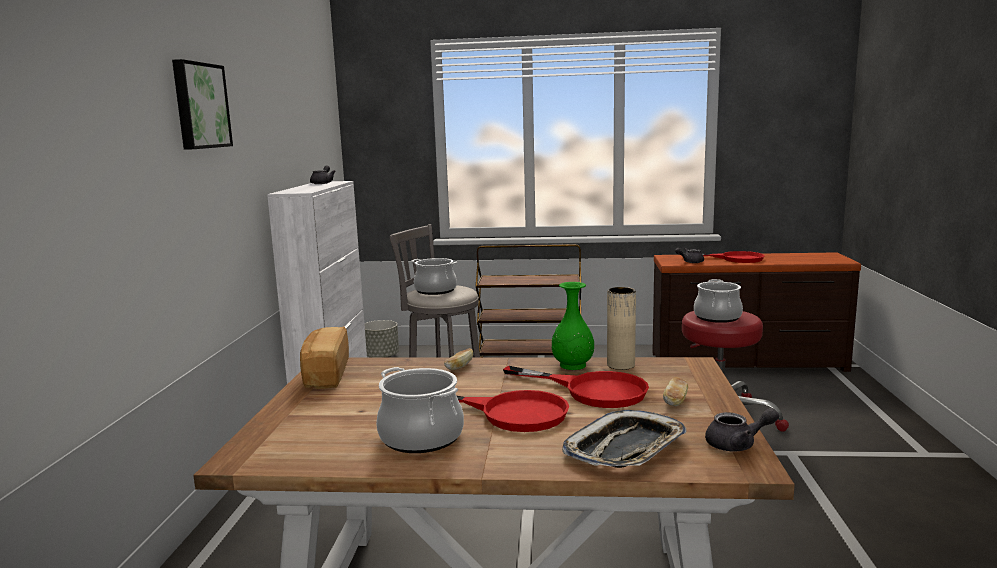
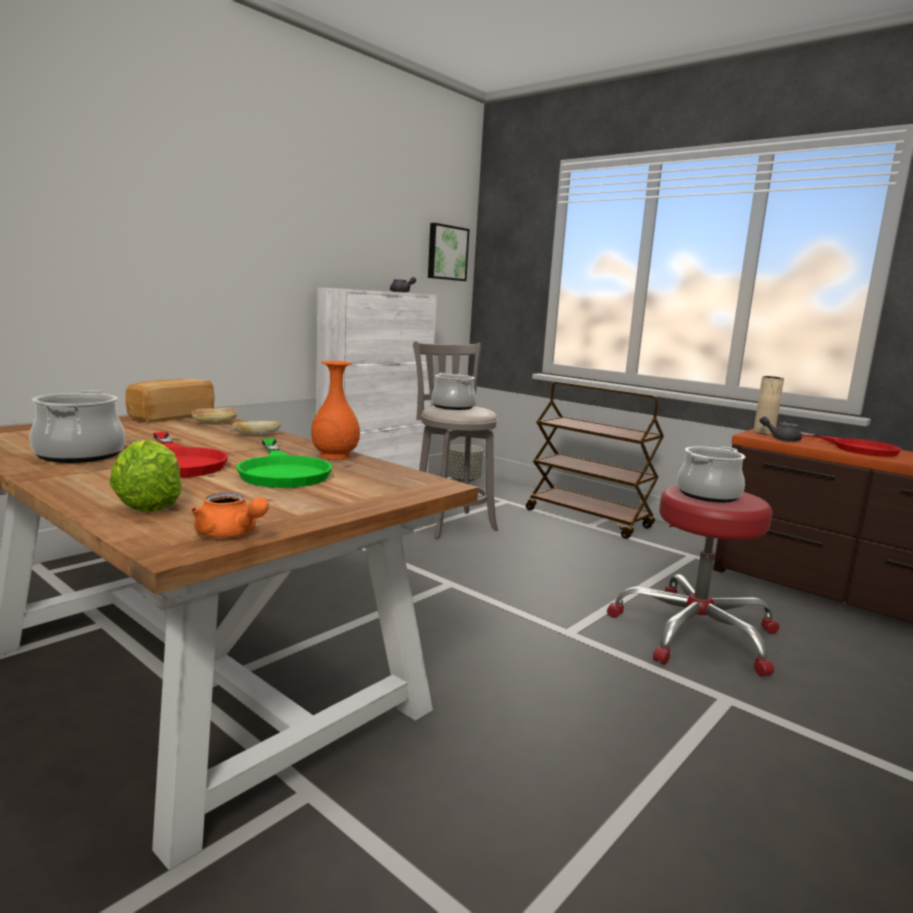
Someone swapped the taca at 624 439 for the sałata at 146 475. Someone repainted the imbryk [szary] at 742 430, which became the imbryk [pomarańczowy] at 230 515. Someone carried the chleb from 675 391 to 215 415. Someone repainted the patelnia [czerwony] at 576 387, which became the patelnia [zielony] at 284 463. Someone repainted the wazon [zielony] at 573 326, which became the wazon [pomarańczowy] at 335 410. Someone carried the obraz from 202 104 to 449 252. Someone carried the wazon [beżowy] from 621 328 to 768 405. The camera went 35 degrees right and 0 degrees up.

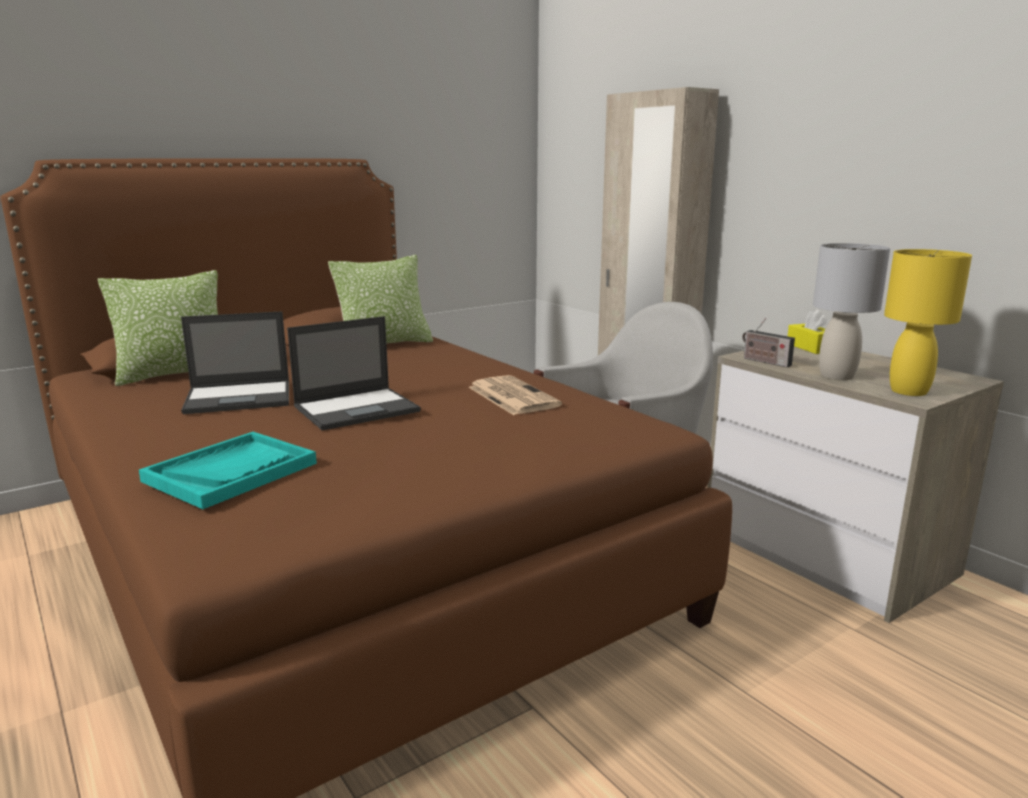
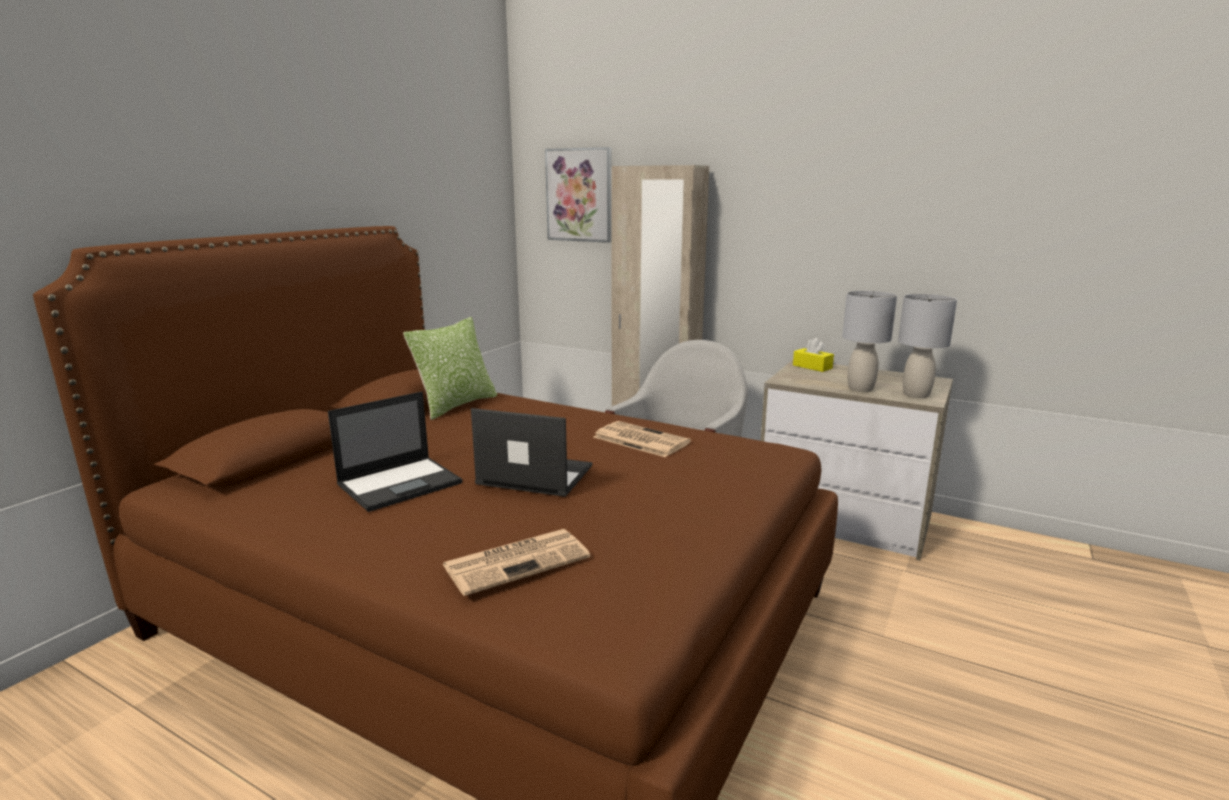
Someone swapped the taca [turkusowy] at 228 470 for the gazeta at 517 562. Someone rotated the laptop at 354 373 by 105 degrees counterclockwise. Someone put up the obraz at 578 195. Someone repainted the lampa stołowa [żółty] at 928 322, which became the lampa stołowa [szary] at 927 346. Someone took away the poduszka at 158 328. Someone took away the radio at 768 343. The camera went 25 degrees left and 0 degrees up.

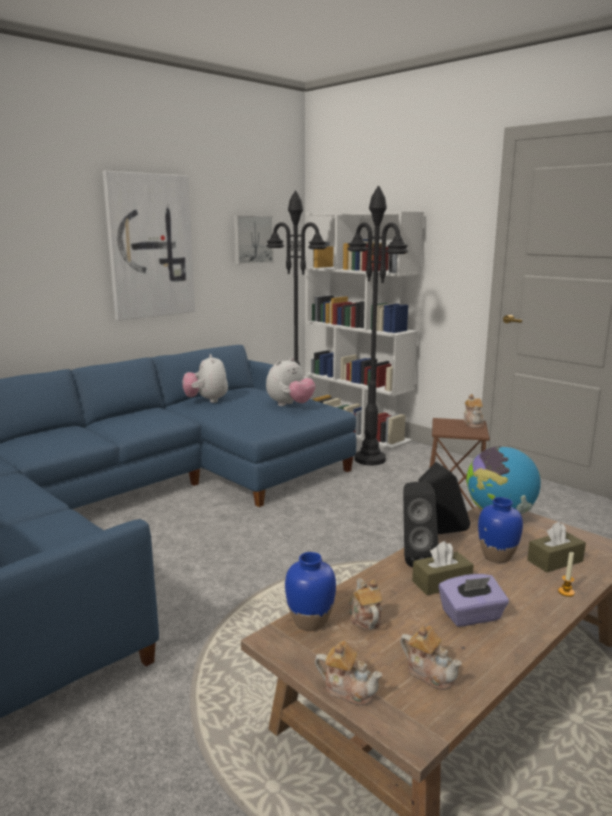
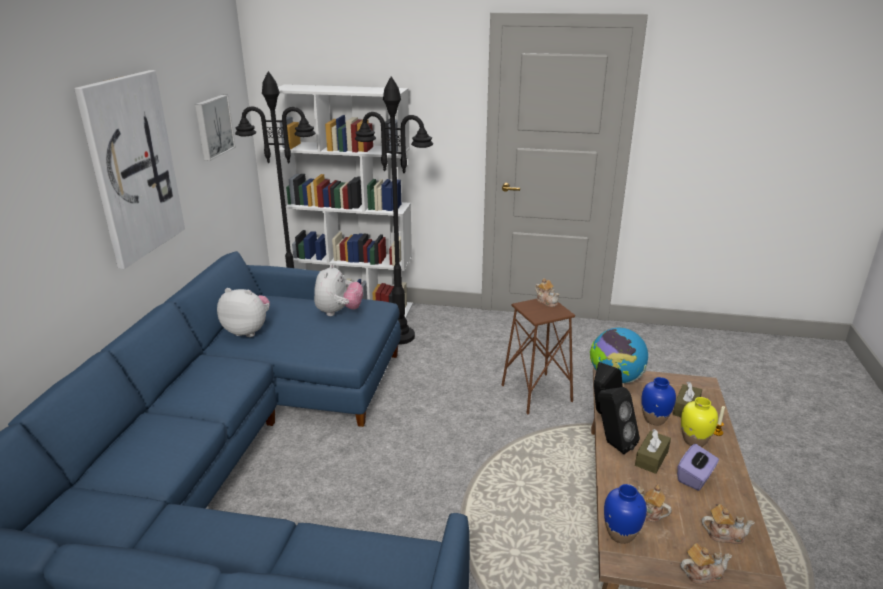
Someone rotated the pluszak at 205 378 by 150 degrees clockwise. Someone put down the wazon [żółty] at 699 422. The camera went 35 degrees left and 10 degrees up.

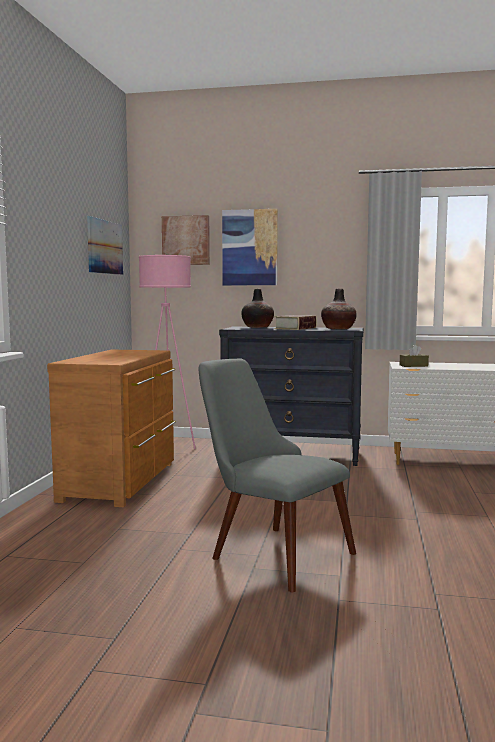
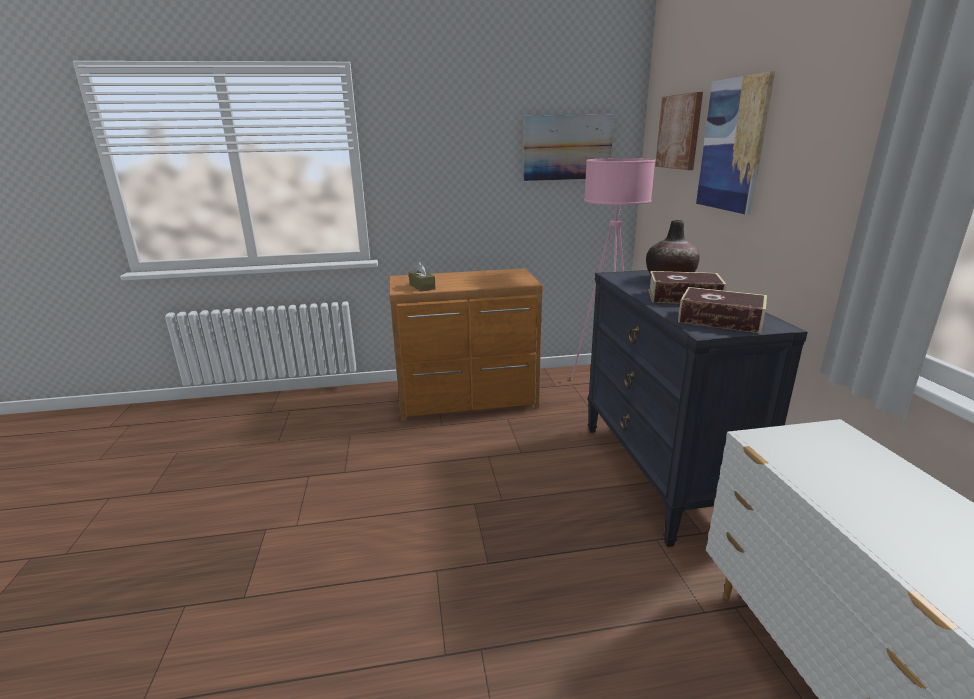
Someone carried the pudełko chusteczek [brązowy] from 414 356 to 422 276. Someone swapped the wazon at 338 309 for the książka at 722 310. Someone took away the krzesło [szary] at 277 475. The camera went 70 degrees right and 15 degrees up.

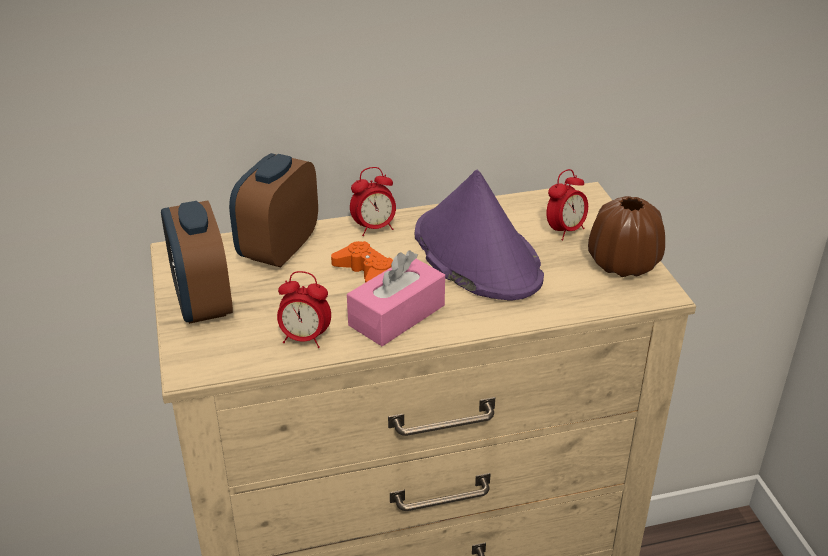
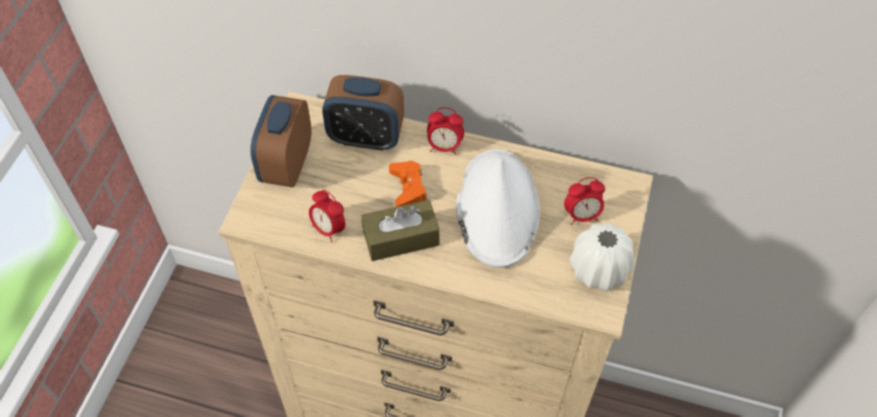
Someone rotated the budzik at 273 210 by 135 degrees counterclockwise. Someone repainted the pudełko chusteczek [różowy] at 396 298, which became the pudełko chusteczek [brązowy] at 401 230. Someone repainted the kapelusz [fioletowy] at 479 235, which became the kapelusz [biały] at 498 208. Someone repainted the wazon [brązowy] at 626 236, which became the wazon [biały] at 602 257. The camera went 30 degrees right and 20 degrees up.

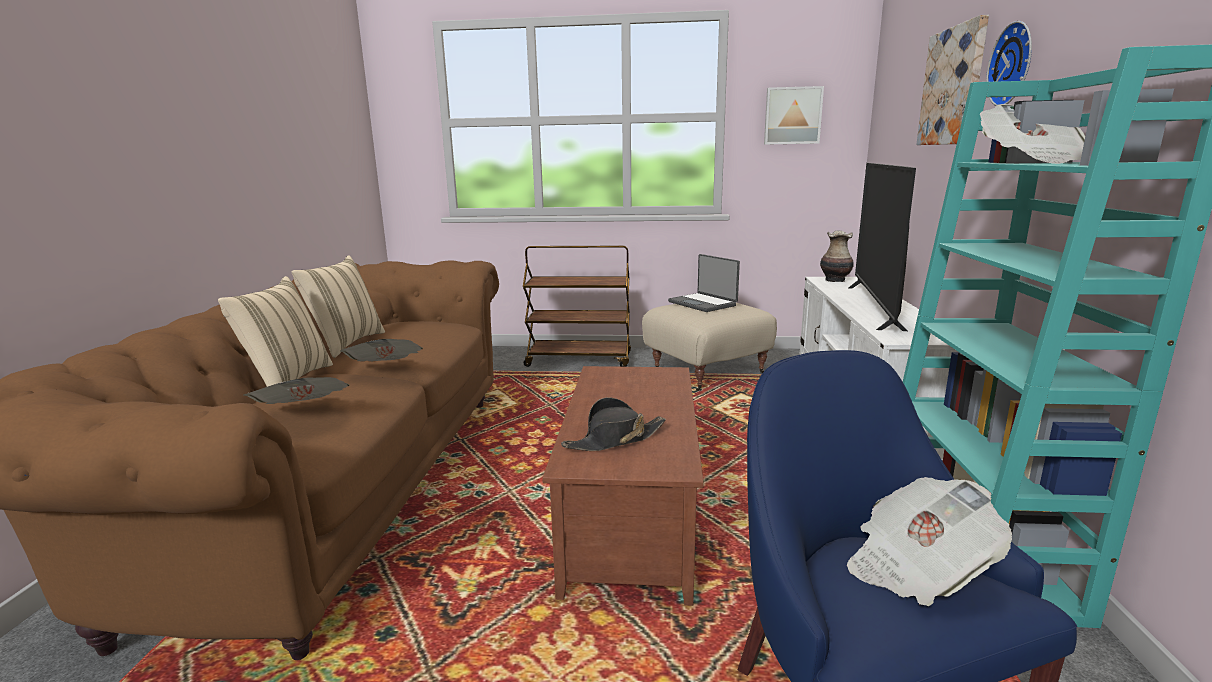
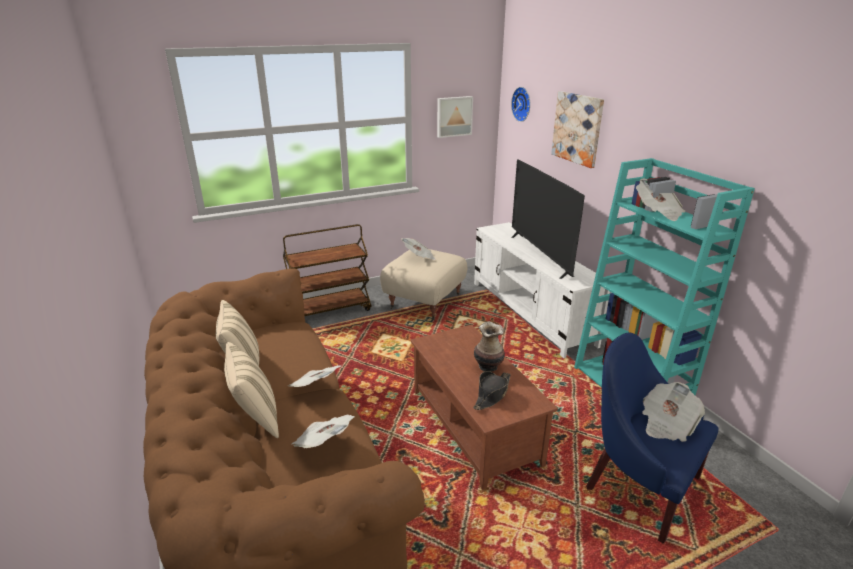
Someone swapped the laptop at 704 283 for the gazeta at 418 249. Someone carried the wazon from 837 256 to 489 347. Someone carried the zegar ścienny from 1009 63 to 520 104. The camera went 30 degrees left and 10 degrees up.

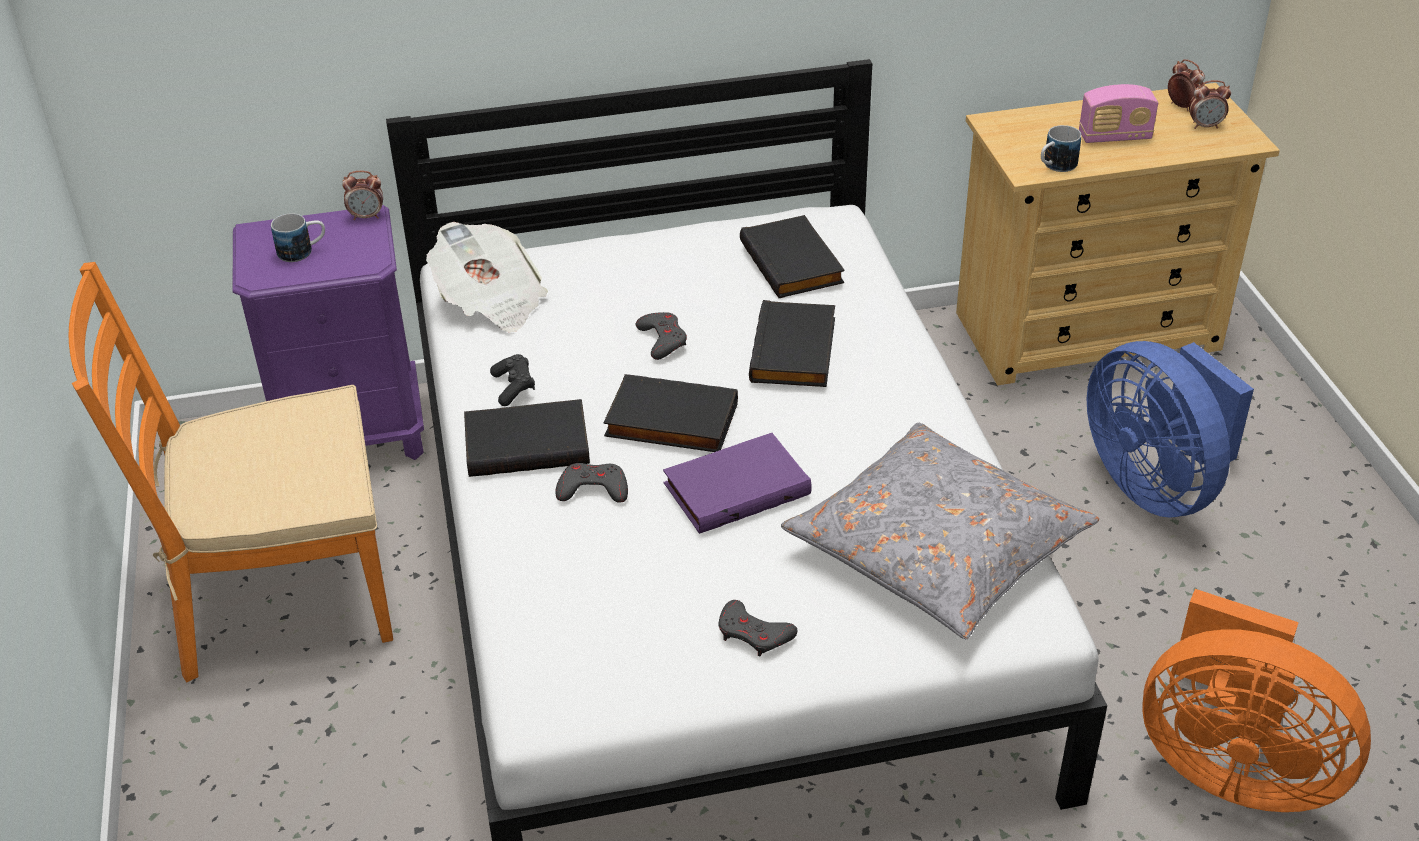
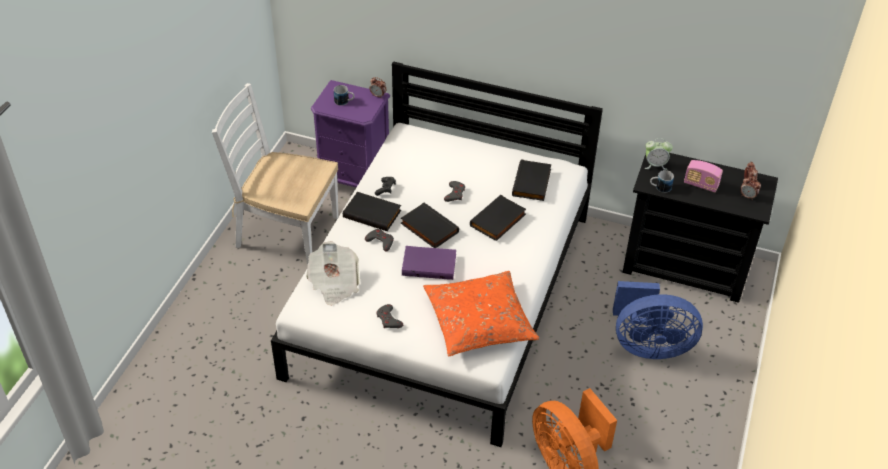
Someone repainted the krzesło [pomarańczowy] at 231 472, which became the krzesło [biały] at 275 174. Someone carried the gazeta from 487 277 to 333 273. Someone repainted the poduszka [szary] at 940 531, which became the poduszka [pomarańczowy] at 481 313. Someone rotated the wentylator [niebieski] at 1170 429 by 90 degrees counterclockwise. Someone repainted the komoda [beżowy] at 1118 234, which became the komoda [czarny] at 700 228. Someone put down the budzik at 659 154. The camera went 30 degrees right and 5 degrees up.

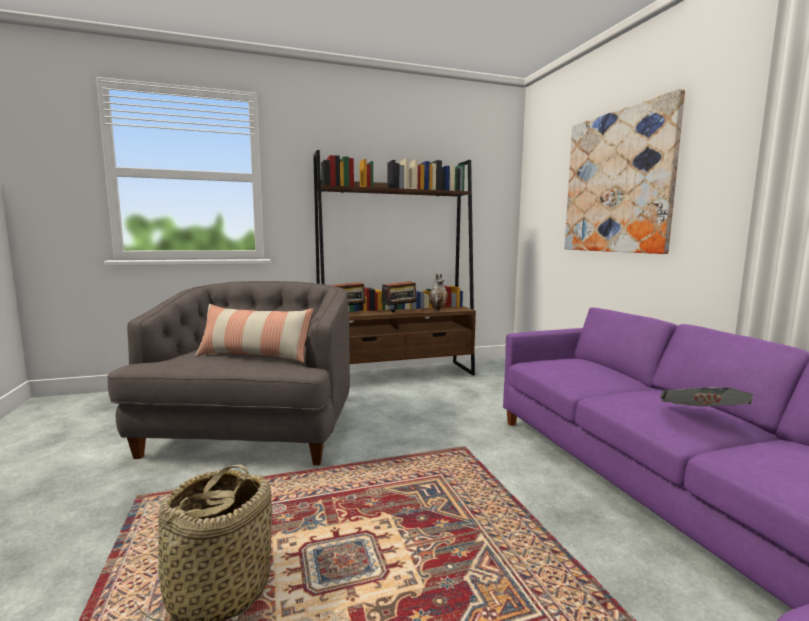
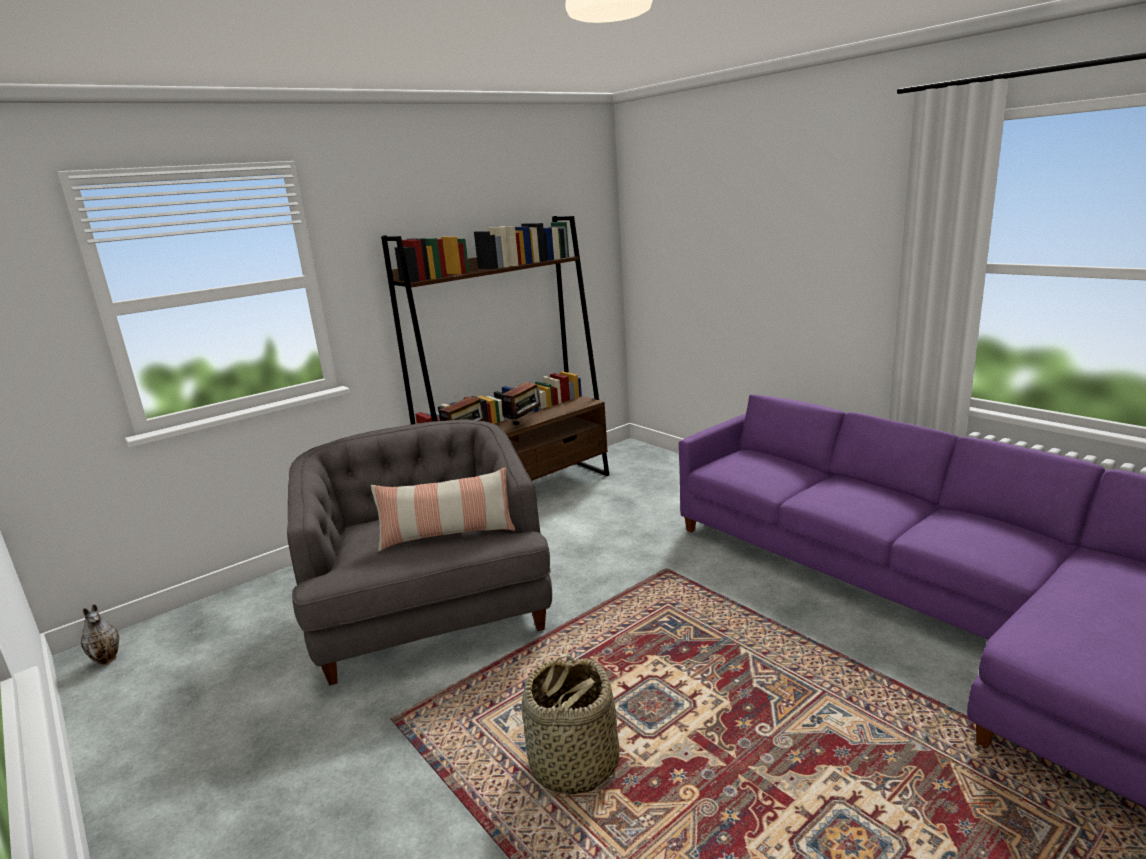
Someone carried the wazon from 438 292 to 100 635. Someone took away the obraz at 625 171. Someone took away the gazeta at 706 397. The camera went 20 degrees left and 10 degrees up.

